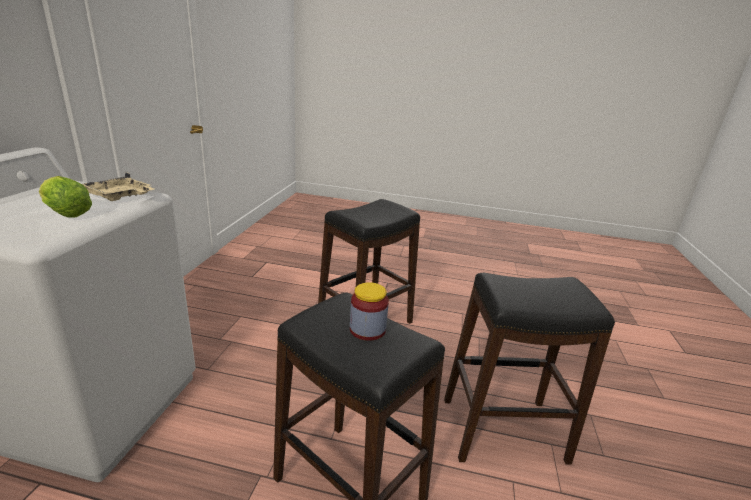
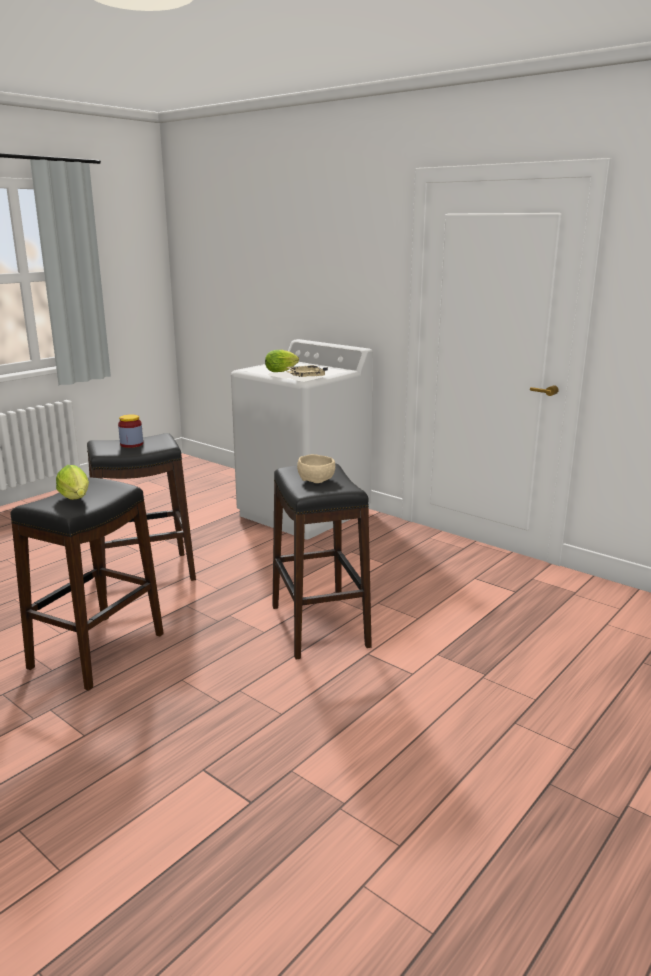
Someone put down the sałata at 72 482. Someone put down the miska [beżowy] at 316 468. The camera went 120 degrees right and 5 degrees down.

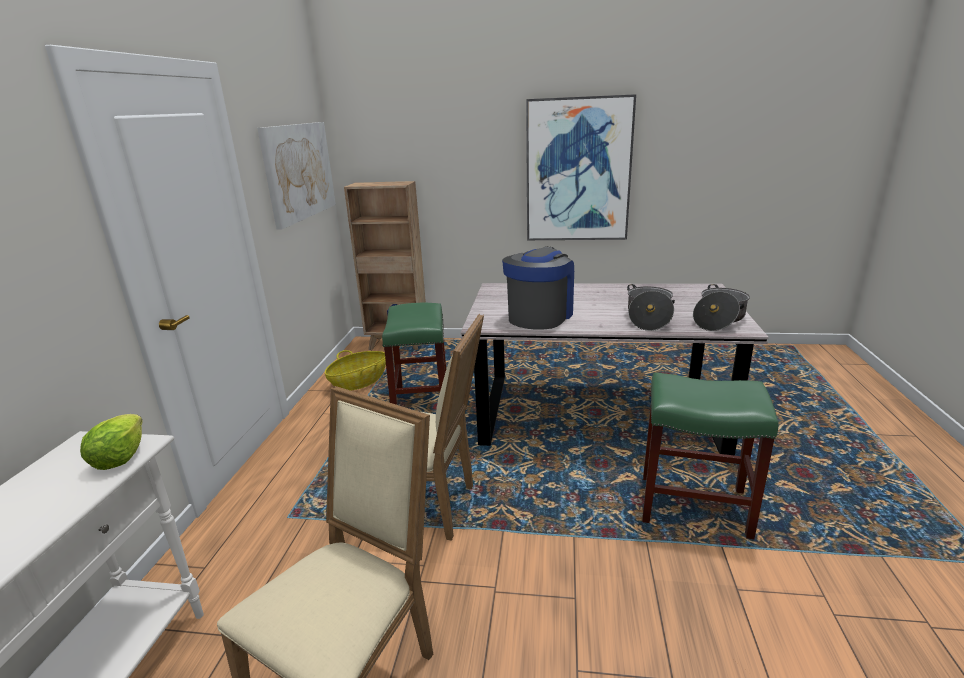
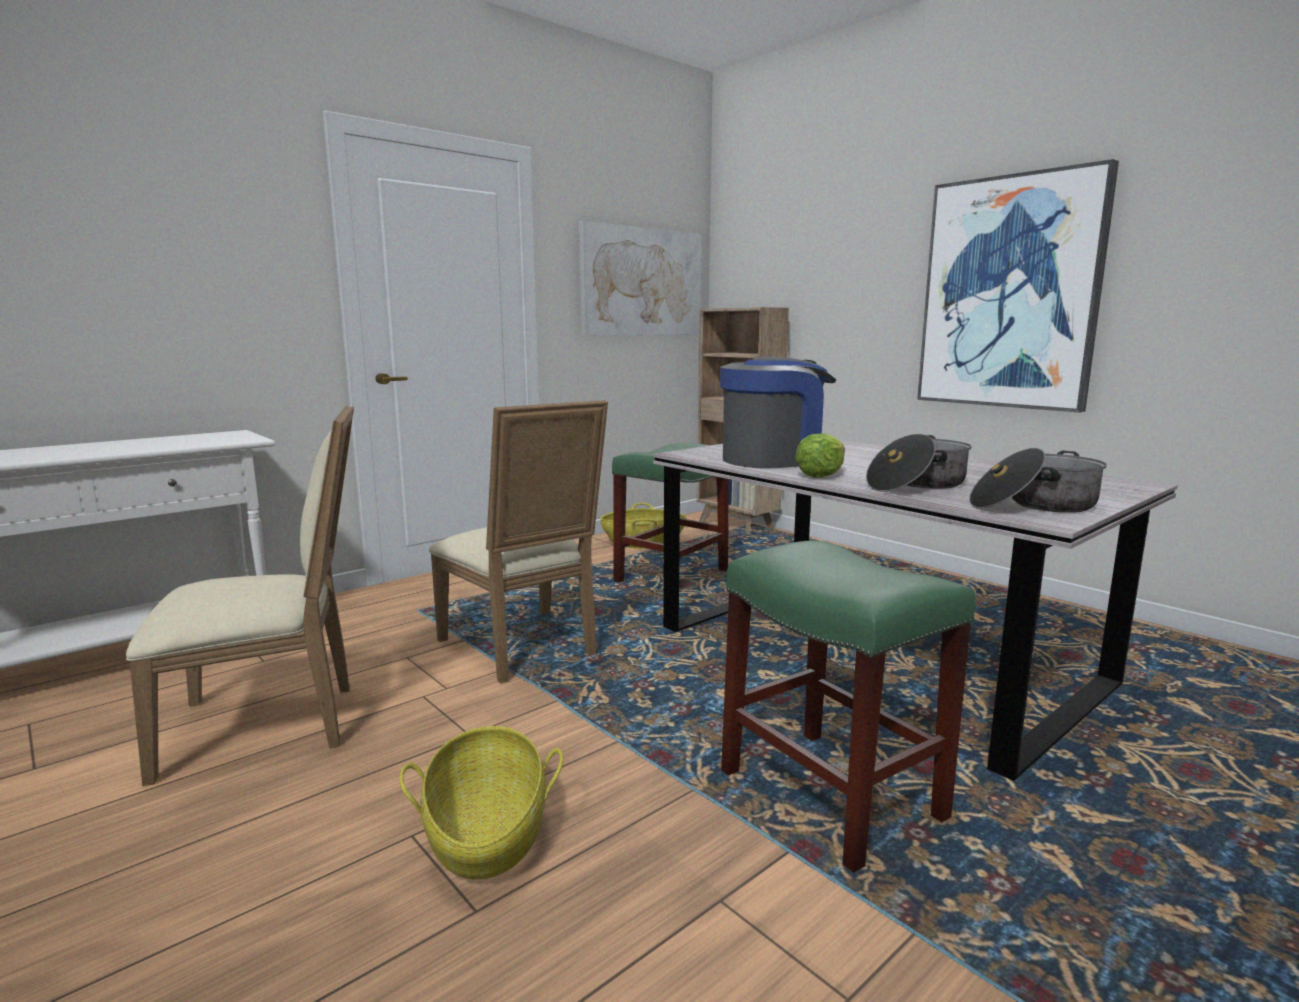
Someone put down the koszyk at 481 802. Someone carried the sałata from 111 442 to 820 455. The camera went 40 degrees right and 10 degrees down.

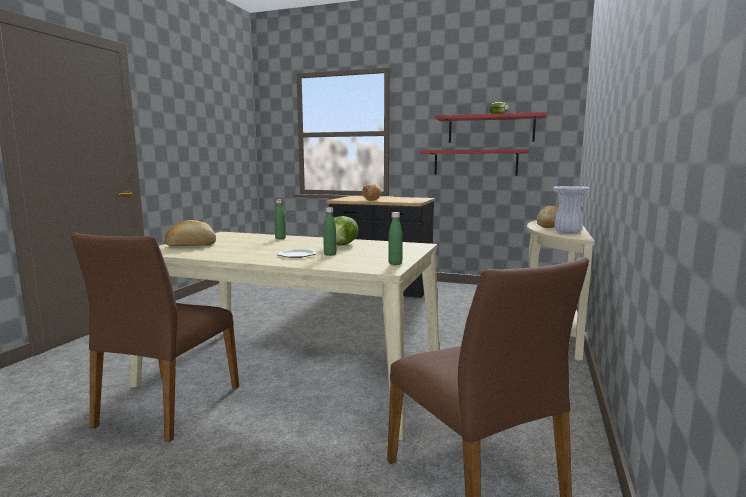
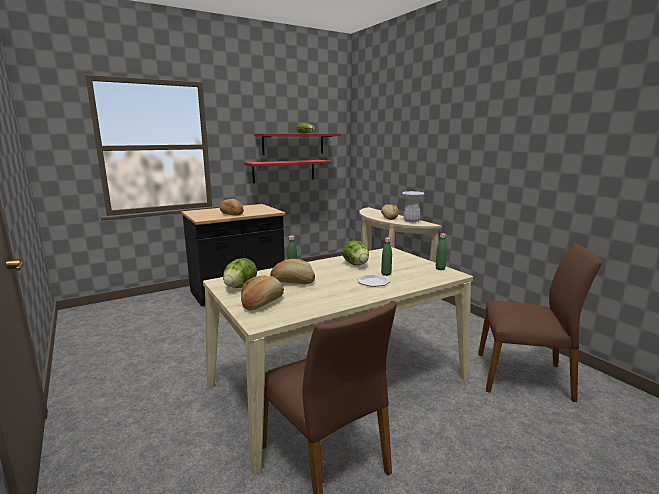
Someone put down the sałata at 240 273. Someone put down the chleb at 292 271. The camera went 50 degrees left and 5 degrees up.

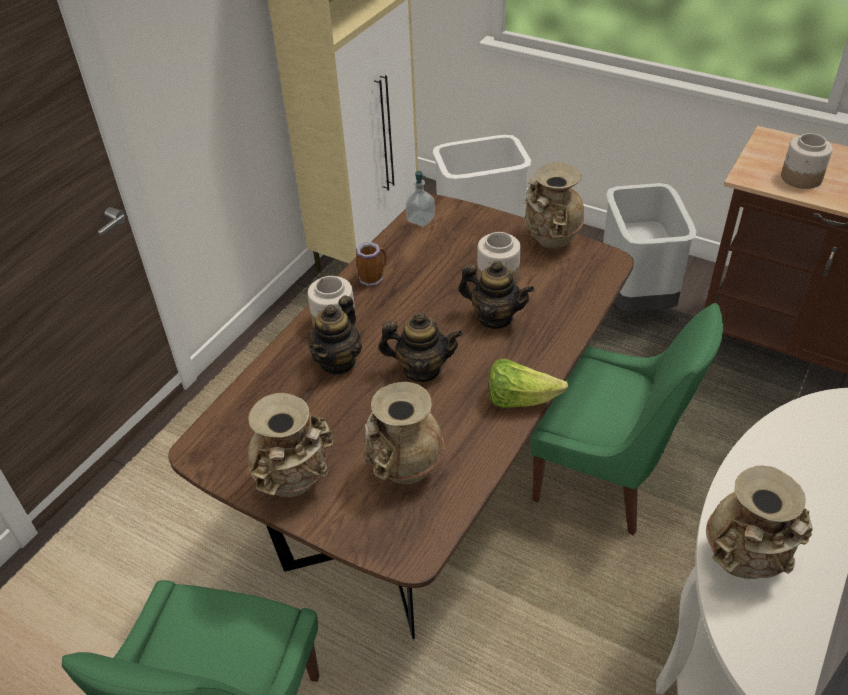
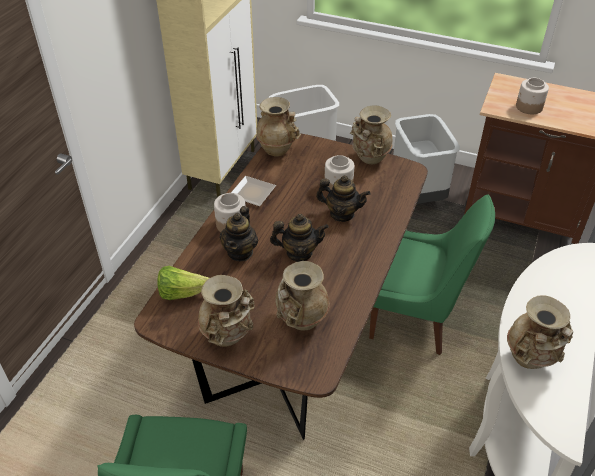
Someone carried the sałata from 528 383 to 183 283. Someone swapped the kubek at 371 264 for the talerz at 253 191. Someone swapped the dozownik mydła at 420 199 for the wazon [beżowy] at 278 126. The camera went 10 degrees left and 0 degrees up.

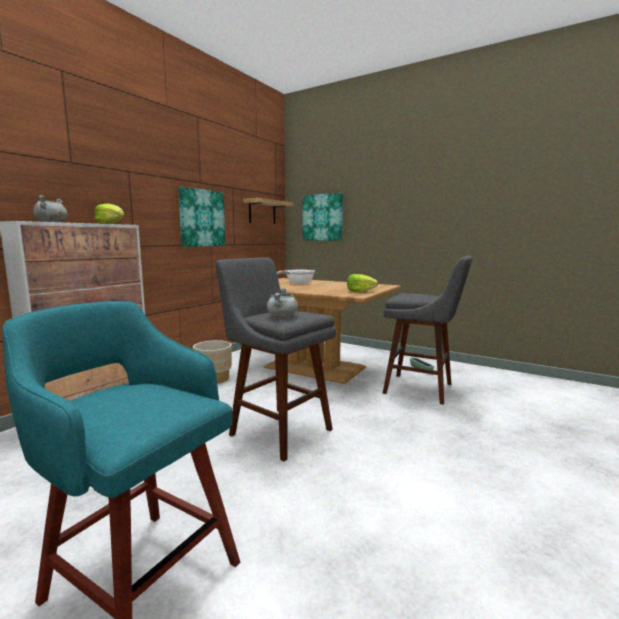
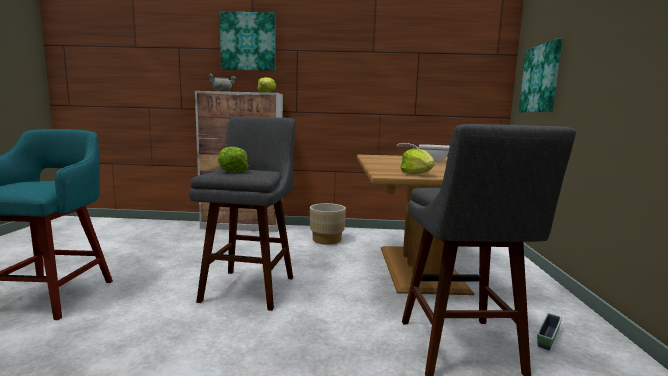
Someone swapped the garnek [szary] at 282 302 for the sałata at 233 159. Someone carried the obraz from 201 217 to 247 41. Someone took away the półka at 268 211. The camera went 60 degrees right and 0 degrees up.

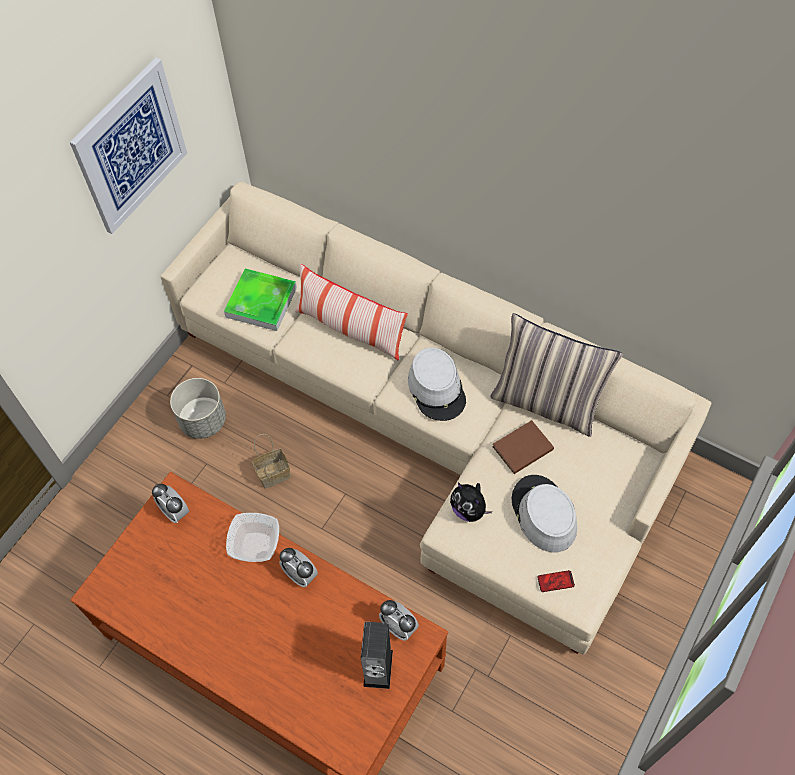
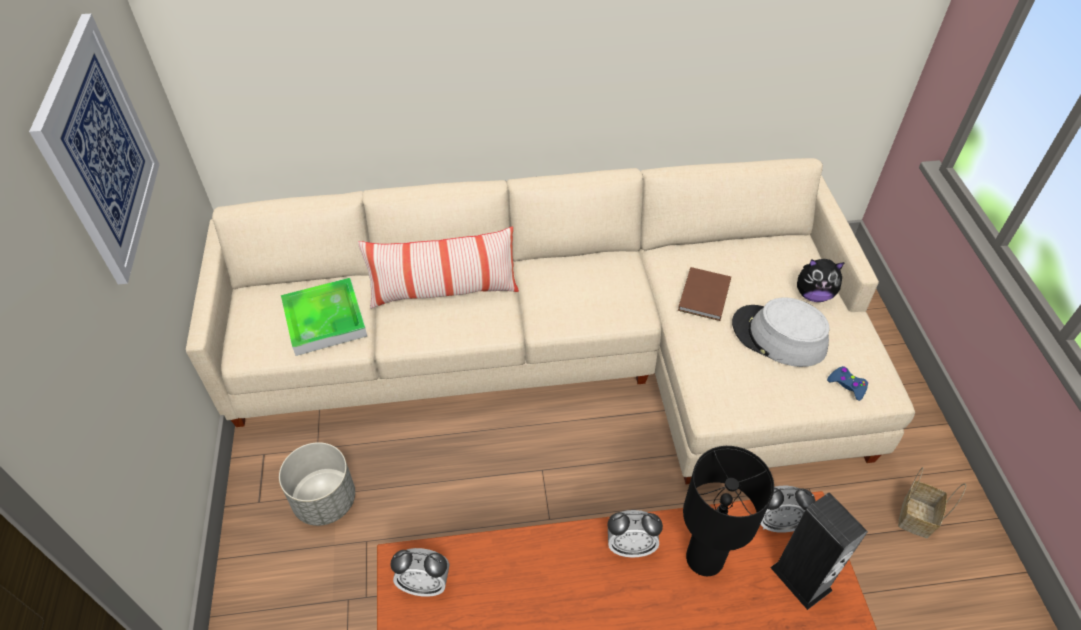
Someone put down the lampa stołowa [czarny] at 728 511. Someone carried the pluszak from 471 502 to 821 280. Someone swapped the telefon at 556 581 for the pad do gier [niebieski] at 847 383. Someone carried the koszyk from 271 461 to 932 502. Someone took away the miska at 252 537. Someone took away the kapelusz [szary] at 437 384. Someone took away the poduszka at 556 375. The camera went 40 degrees left and 10 degrees down.

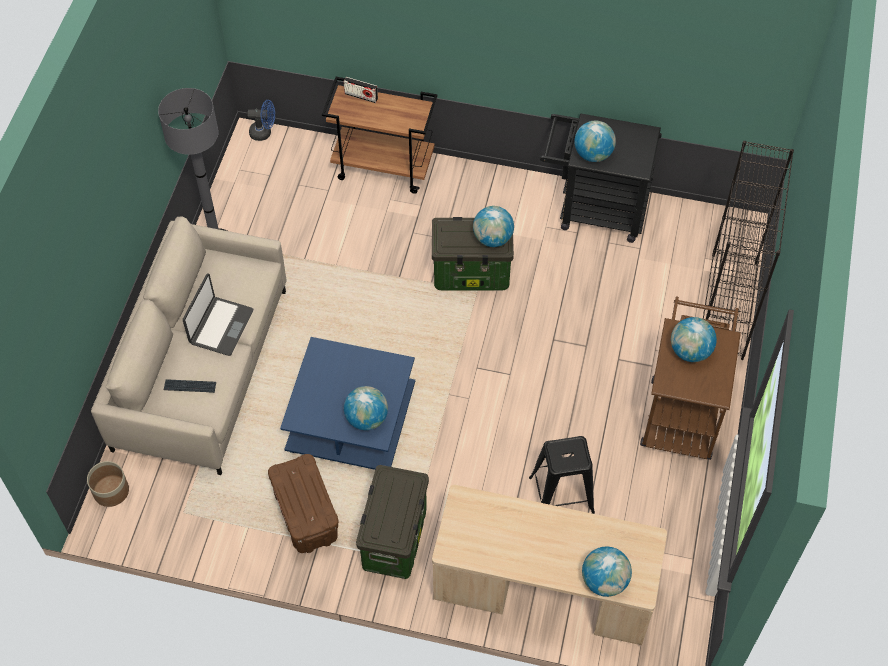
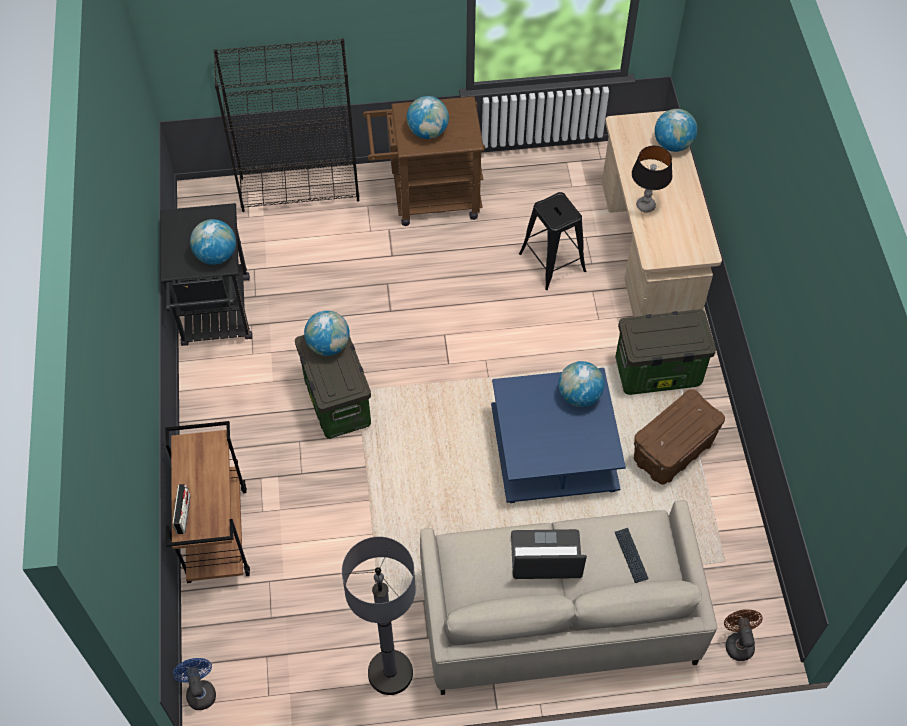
Someone put down the lampa stołowa at 652 179. Someone swapped the donica at 108 484 for the wentylator [brązowy] at 743 635. The camera went 110 degrees left and 0 degrees up.

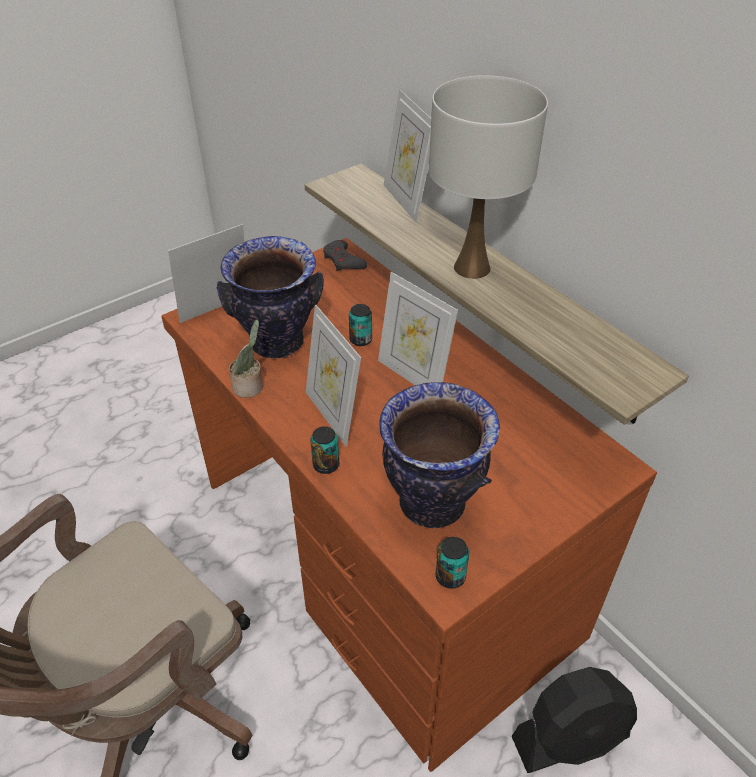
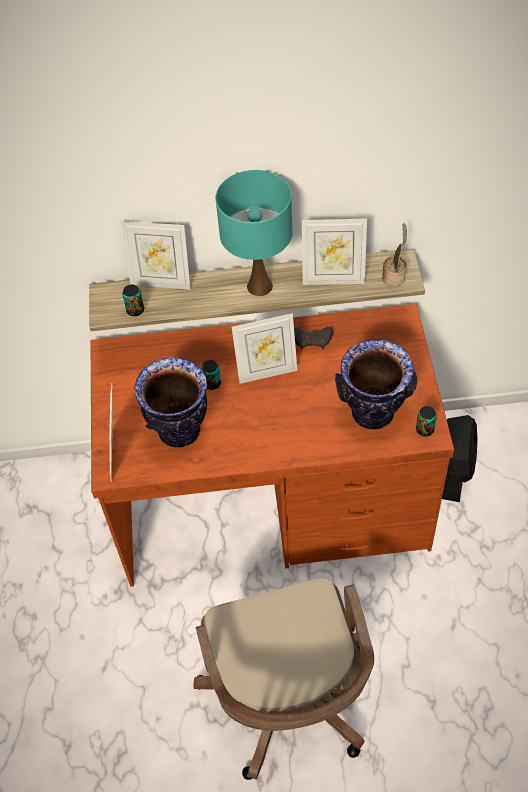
Someone carried the puszka from 324 450 to 133 300. Someone repainted the lampa stołowa [biały] at 488 177, which became the lampa stołowa [turkusowy] at 254 233. Someone carried the pad do gier [szary] from 345 255 to 313 338. Someone carried the ramka na zdjęcie from 333 376 to 334 252. Someone carried the roślina doniczkowa from 246 359 to 394 255. The camera went 55 degrees left and 10 degrees up.

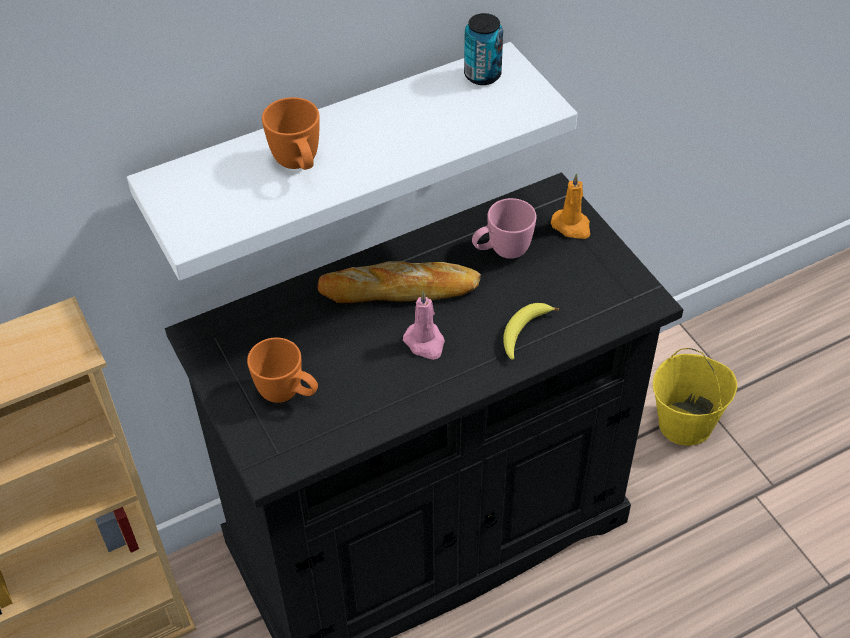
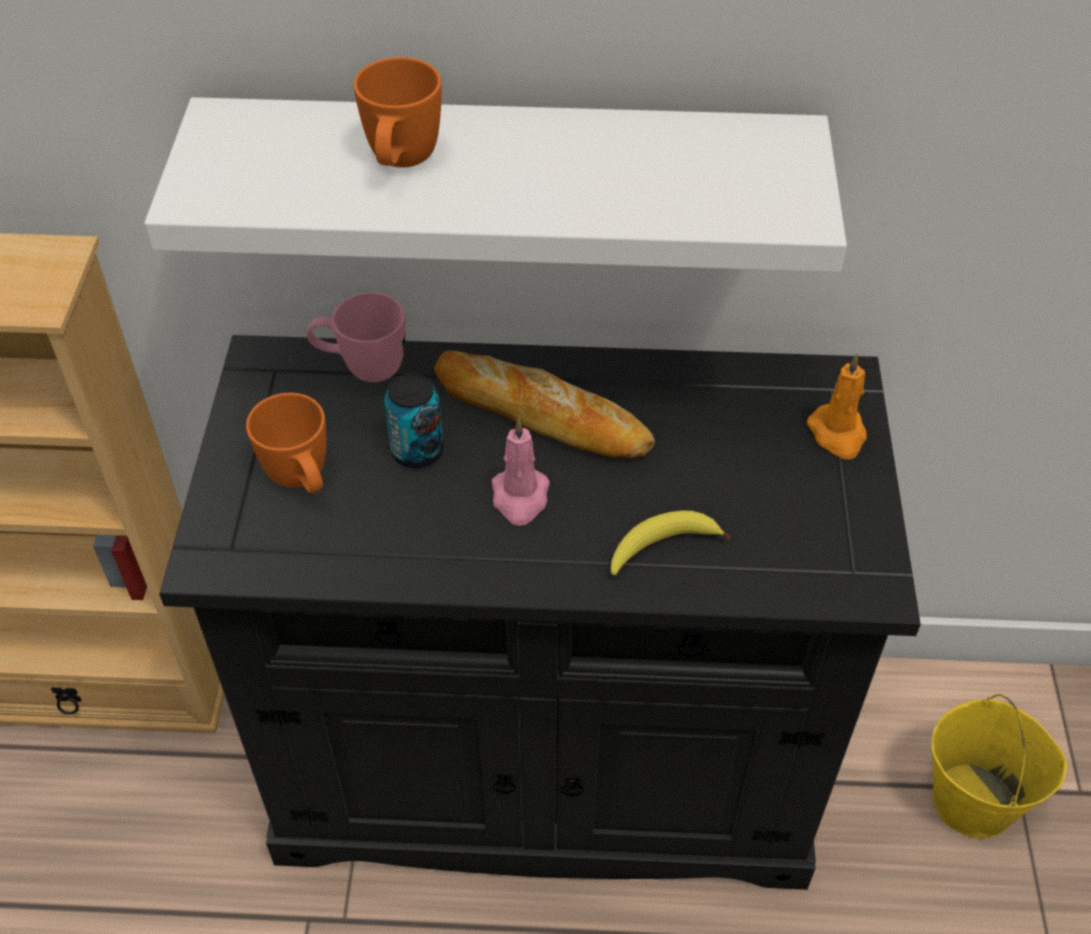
Someone carried the kubek [różowy] from 504 228 to 356 337. Someone carried the puszka from 483 49 to 414 420. The camera went 30 degrees right and 0 degrees up.

